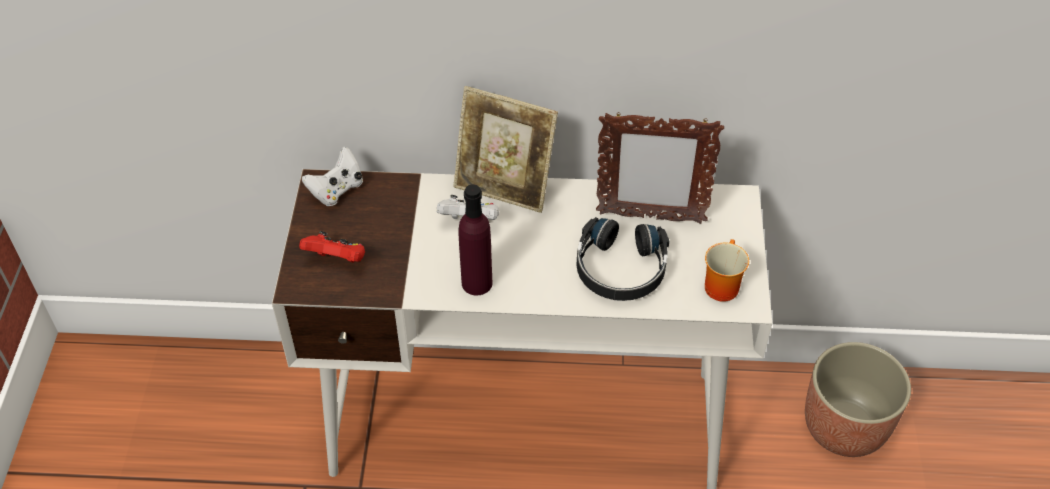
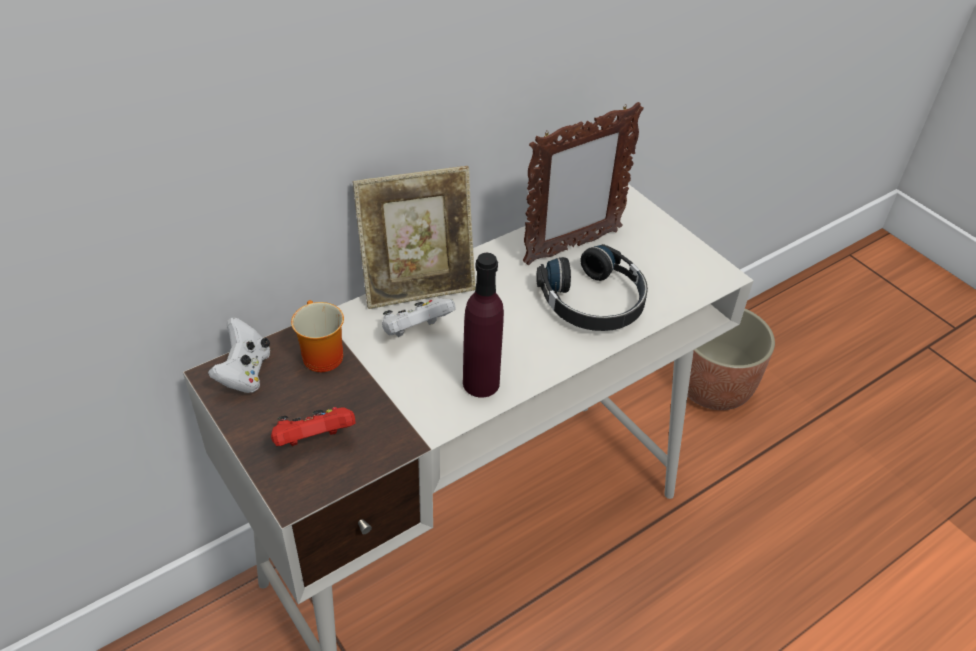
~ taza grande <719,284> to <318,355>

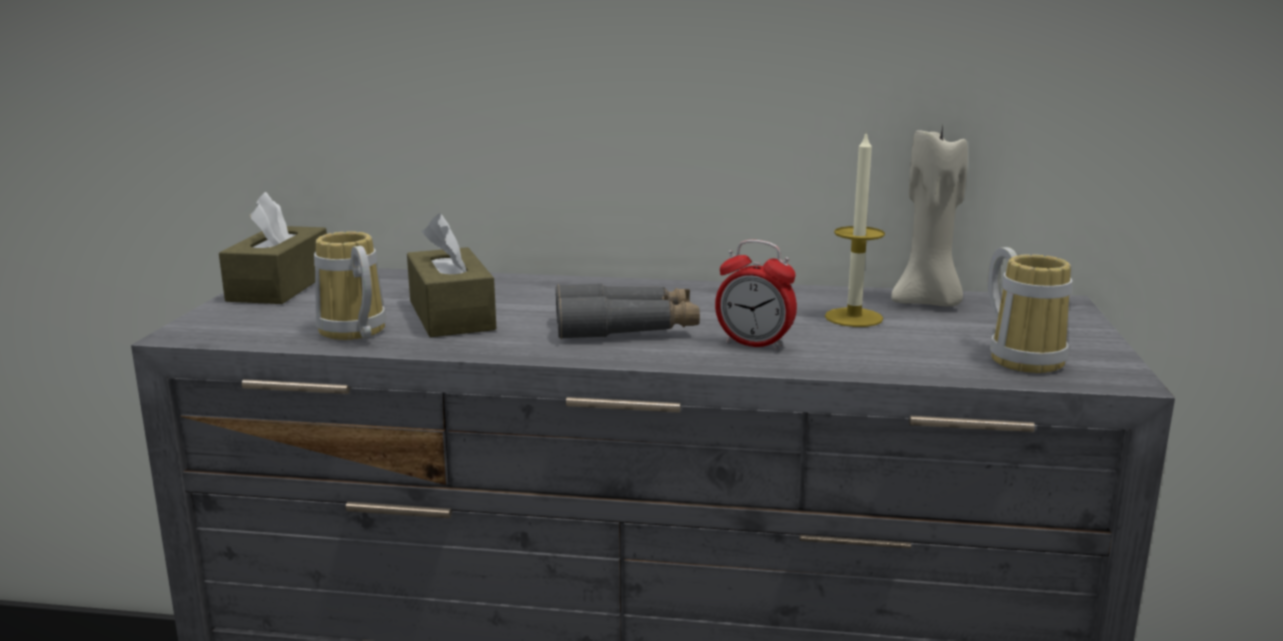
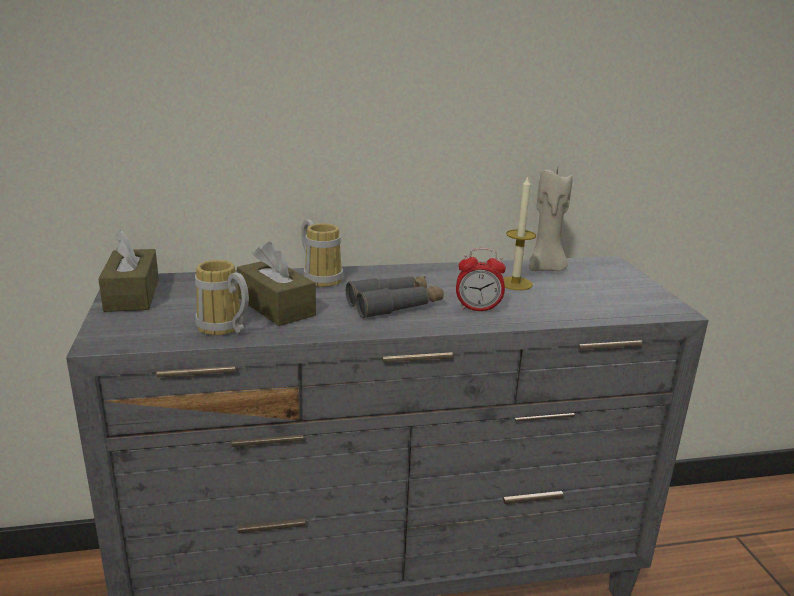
~ taza grande <1023,357> to <321,278>

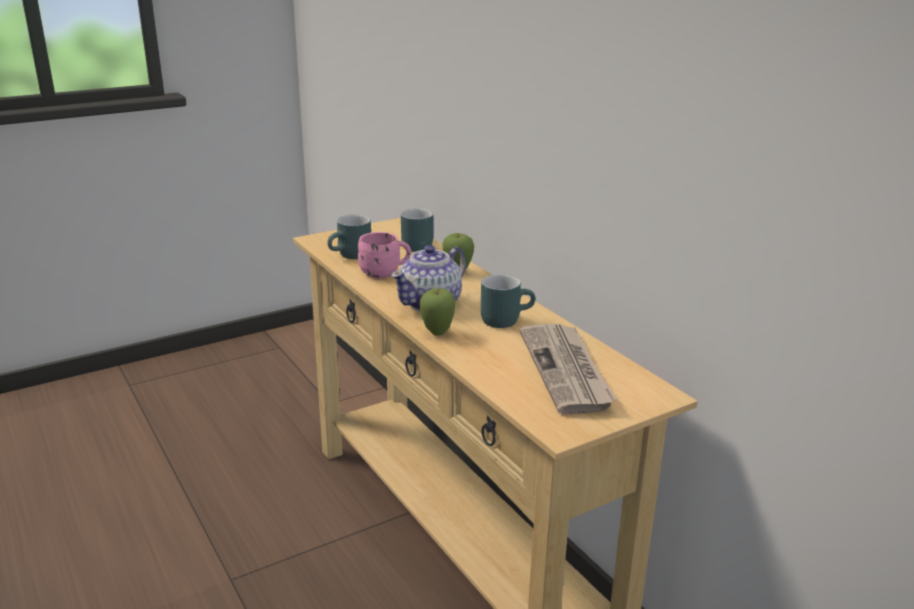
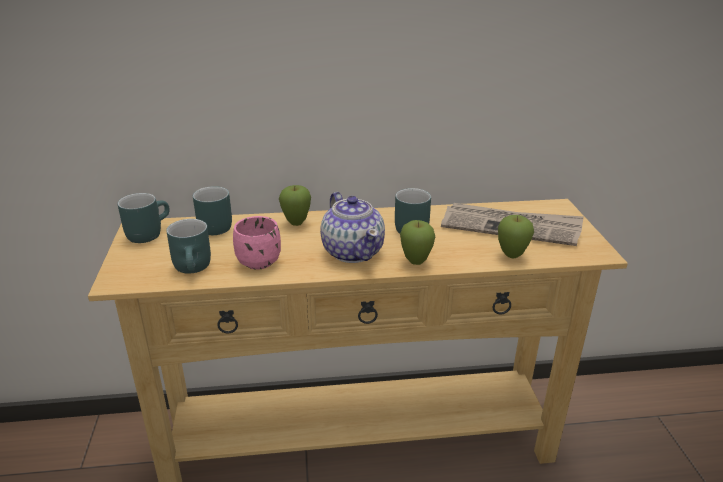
+ taza grande [turquesa] <147,232>
+ manzana <511,256>

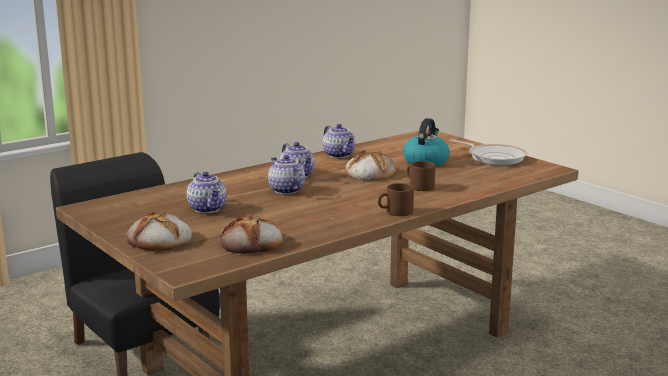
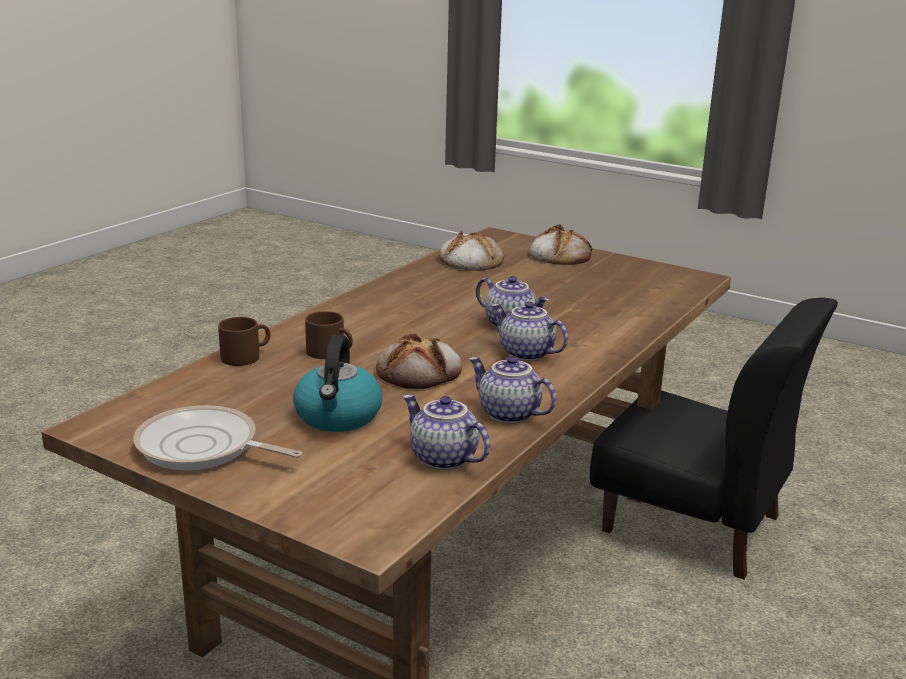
~ tetera <208,209> to <442,458>
~ taza grande [marrón] <395,212> to <246,356>

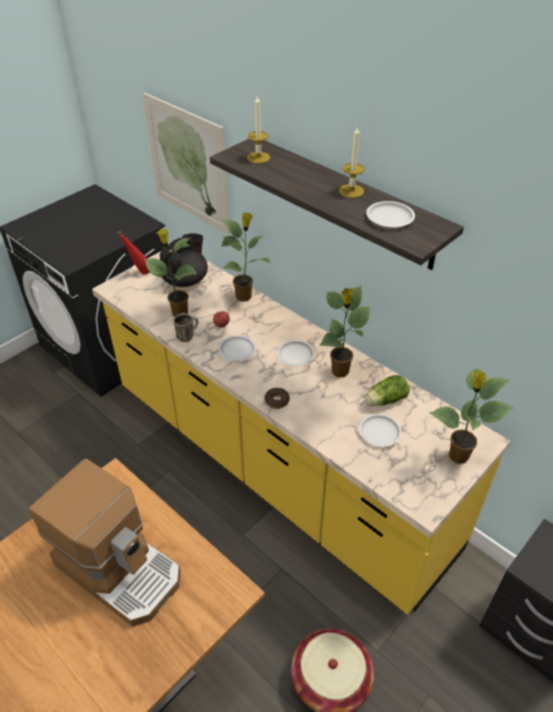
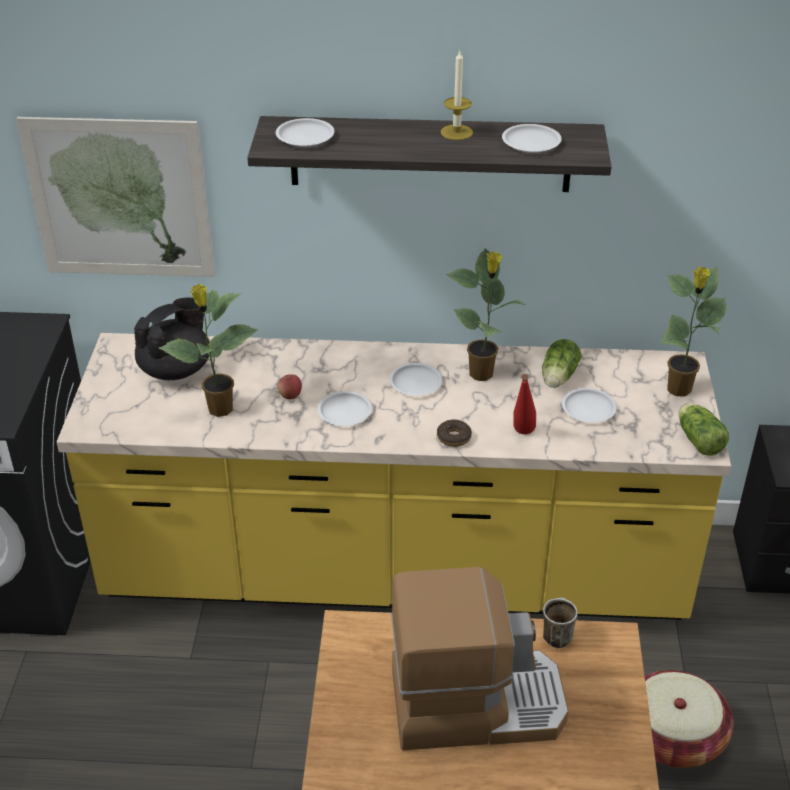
~ botella [rojo] <139,274> to <522,436>
~ tetera [negro] <185,280> = <176,369> 45 degrees clockwise
~ taza grande <187,335> to <556,634>
- planta en maceta <244,296>
~ vela <258,157> to plato [blanco] <305,136>
+ lechuga <698,439>

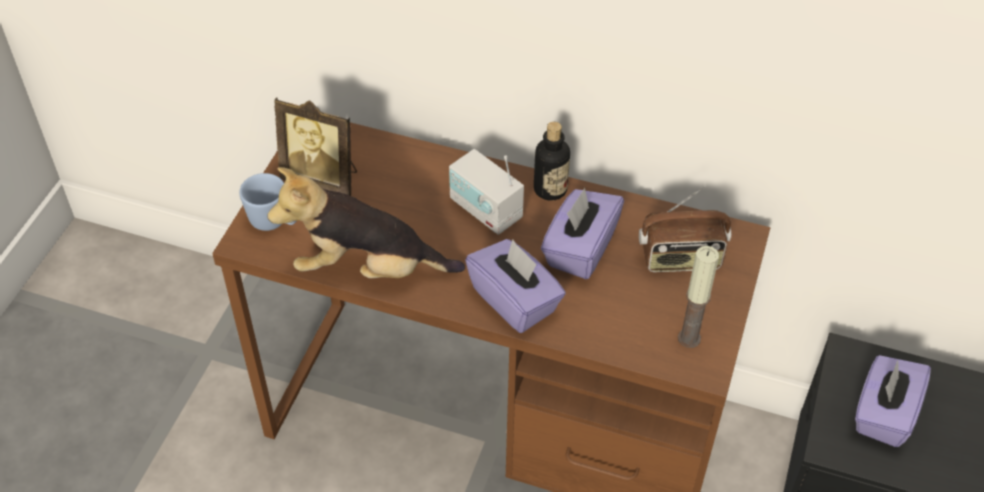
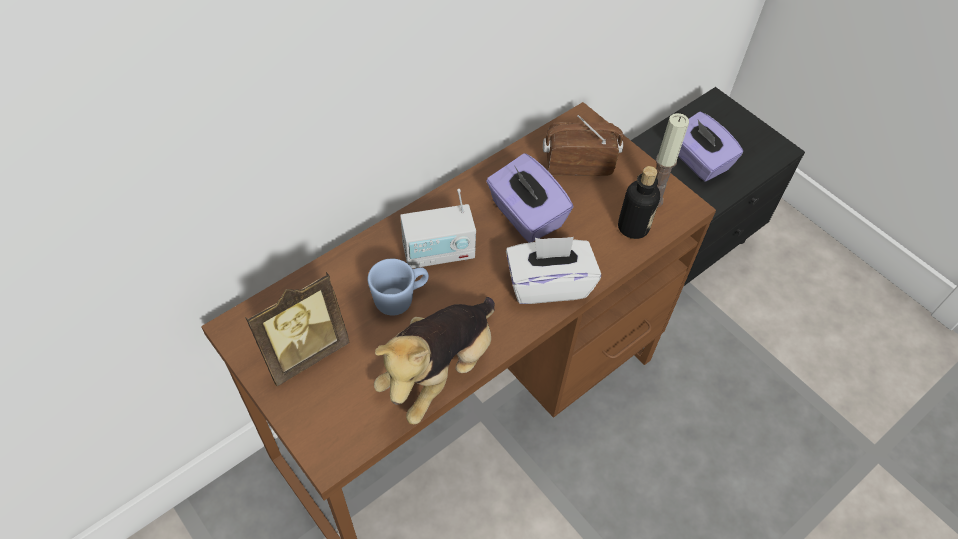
~ taza grande [azul] <274,222> to <400,299>
~ caja de pañuelos [morado] <515,301> to caja de pañuelos [blanco] <548,284>
~ botella <550,189> to <633,227>
~ radio <681,259> = <578,164> 120 degrees counterclockwise

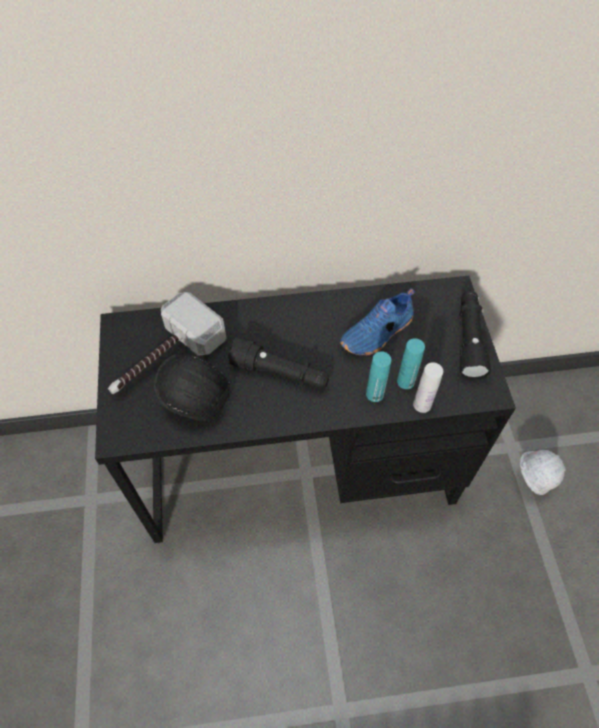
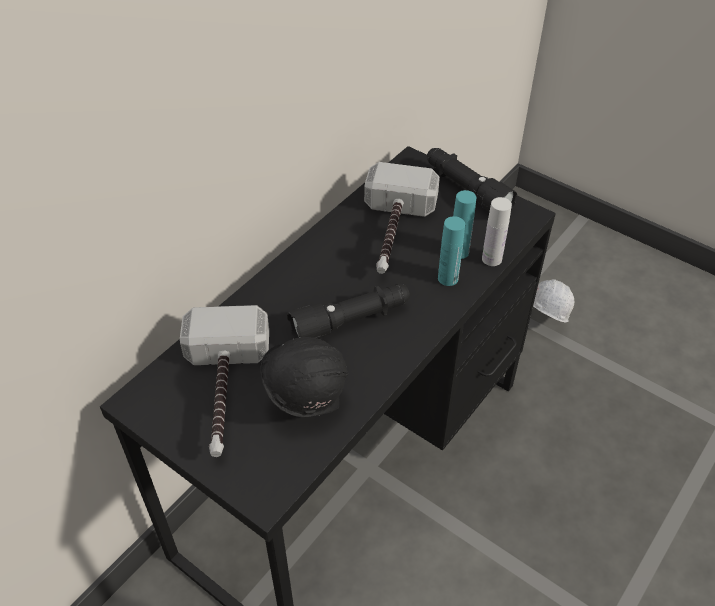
~ zapato [azul] <378,334> to martillo <393,233>

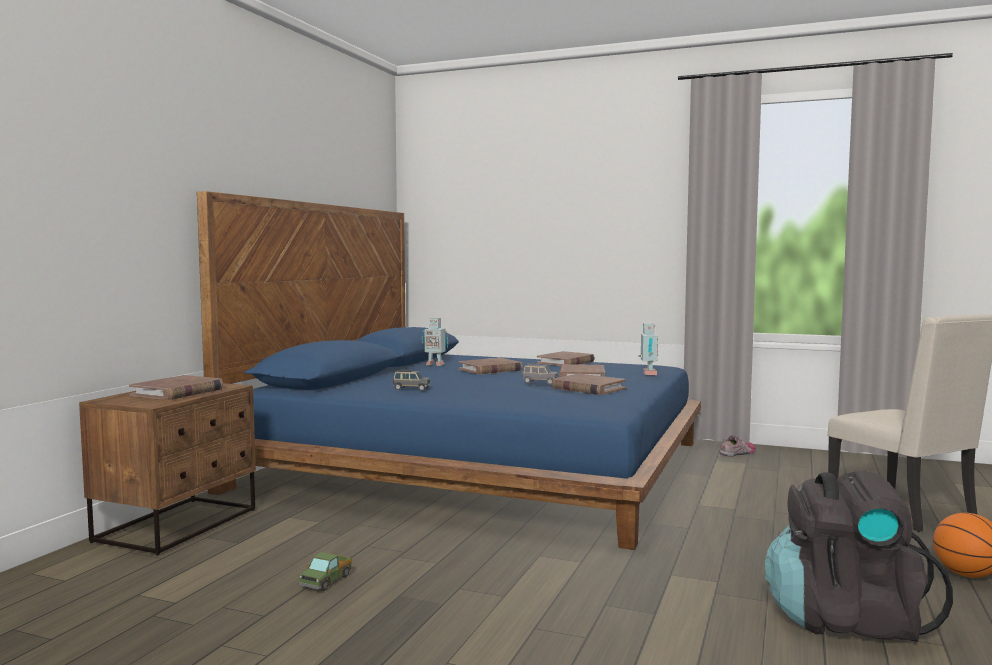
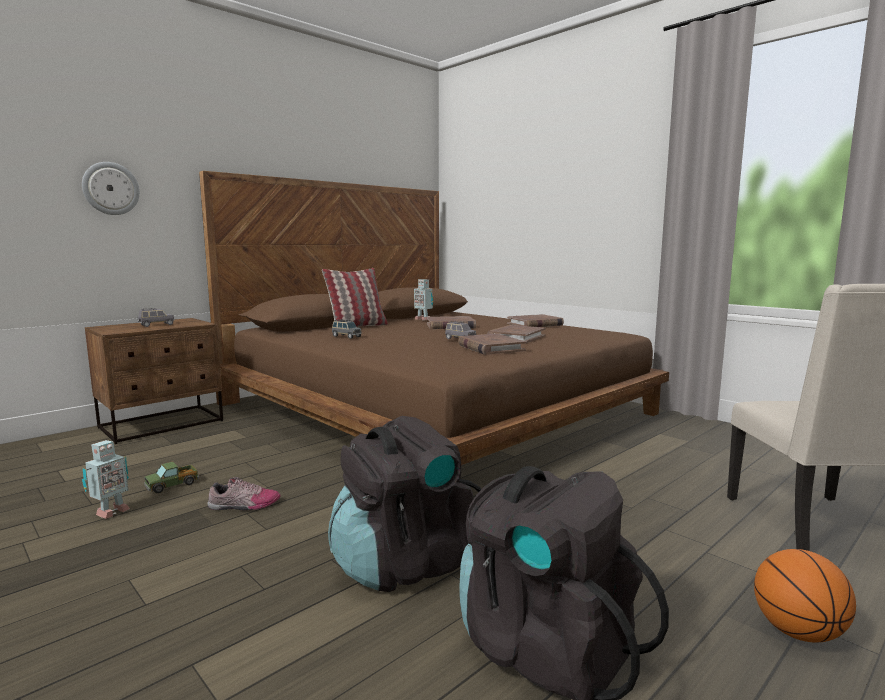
~ libro [marrón] <177,392> to coche de juguete [gris] <156,325>
~ cama [azul] <483,465> to cama [marrón] <435,408>
~ robot de juguete <648,374> to <110,512>
~ zapato <738,453> to <244,505>
+ reloj de pared <111,188>
+ cojín <357,327>
+ mochila [negro] <405,563>

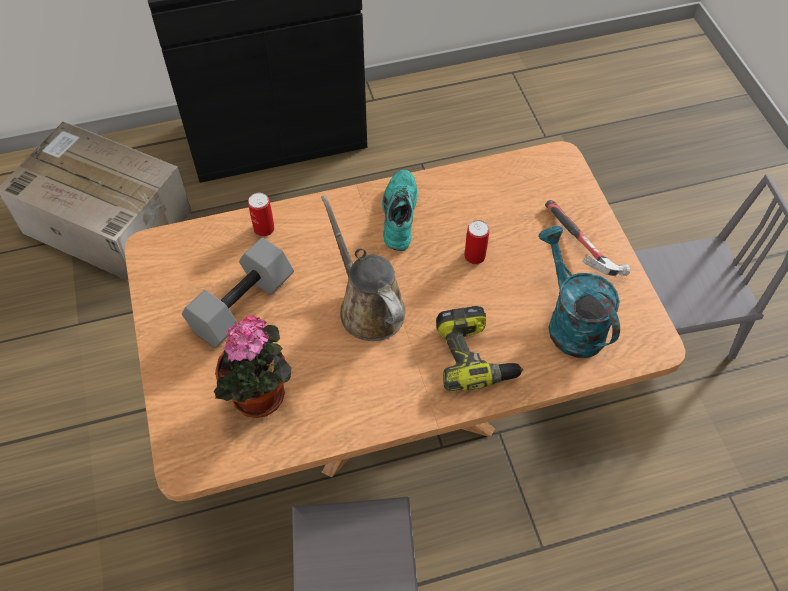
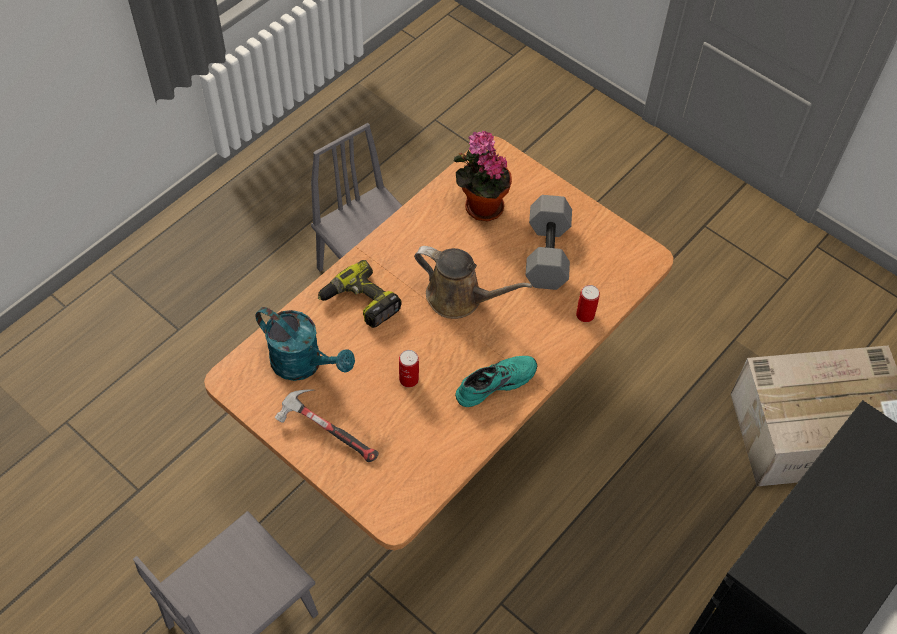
~ zapato [turquesa] <397,214> = <494,382> 90 degrees counterclockwise

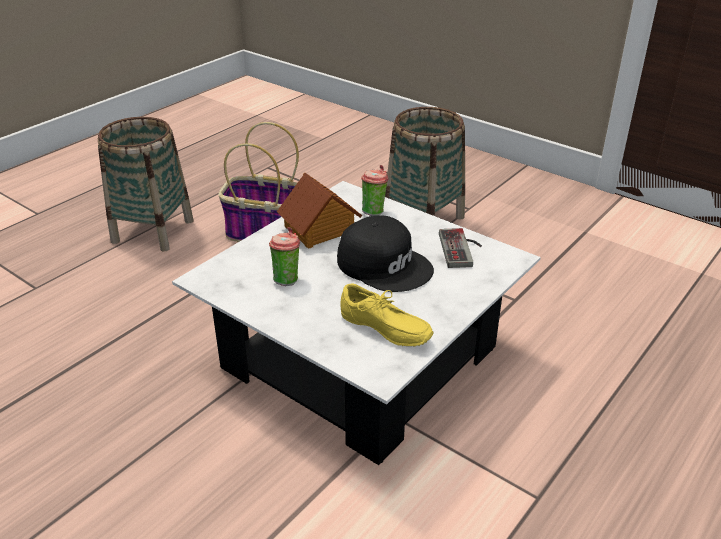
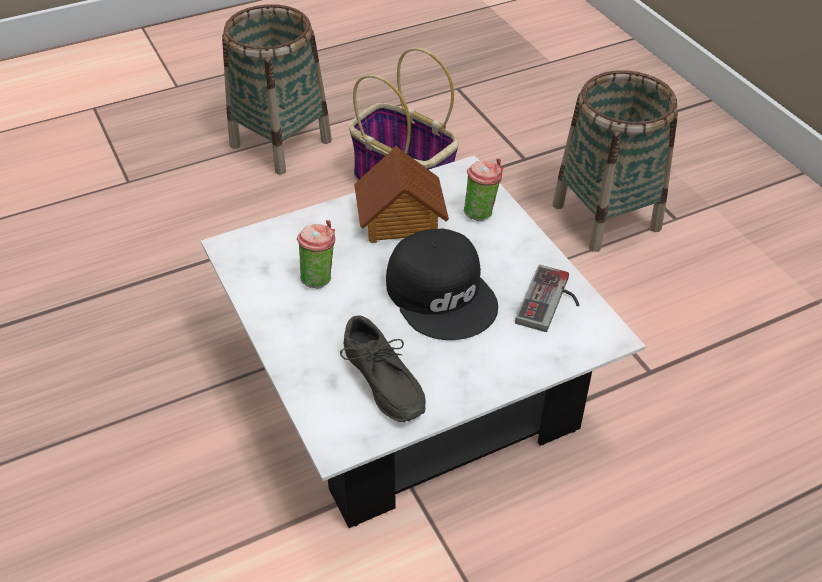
~ zapato [amarillo] <383,330> to zapato [gris] <380,384>

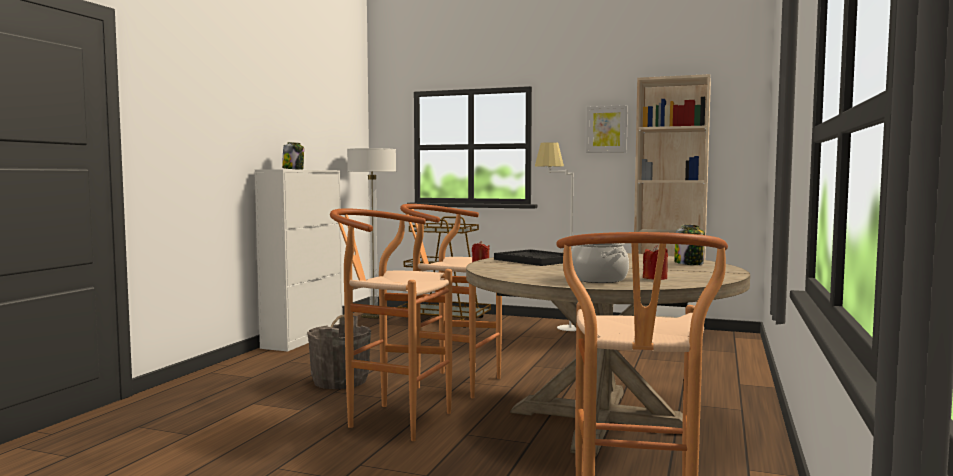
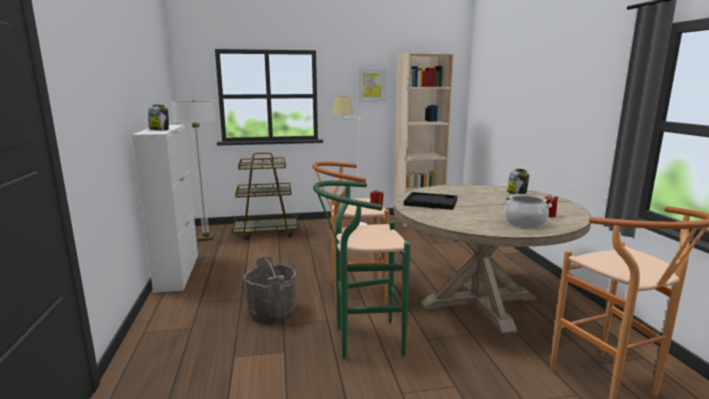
~ taburete [marrón] <390,419> to taburete [verde] <361,340>

